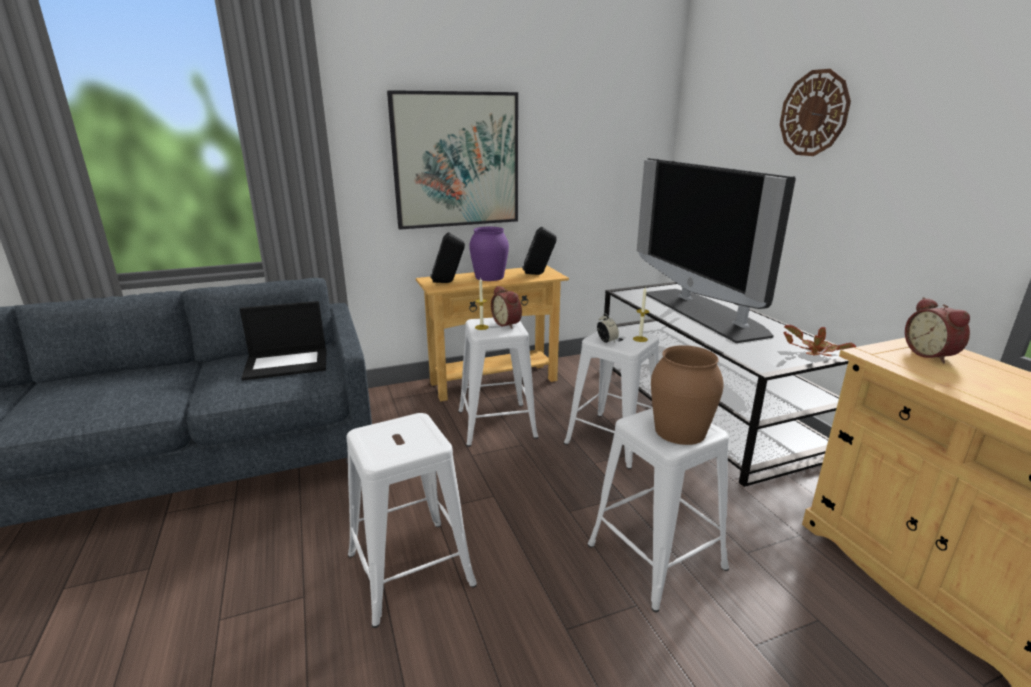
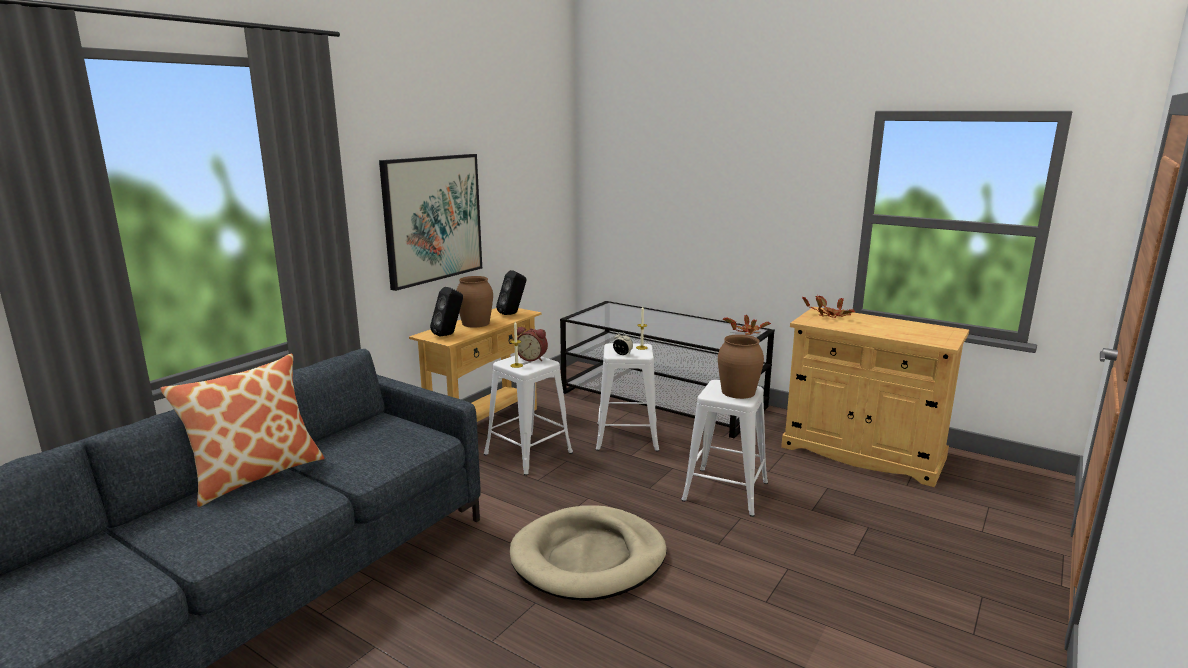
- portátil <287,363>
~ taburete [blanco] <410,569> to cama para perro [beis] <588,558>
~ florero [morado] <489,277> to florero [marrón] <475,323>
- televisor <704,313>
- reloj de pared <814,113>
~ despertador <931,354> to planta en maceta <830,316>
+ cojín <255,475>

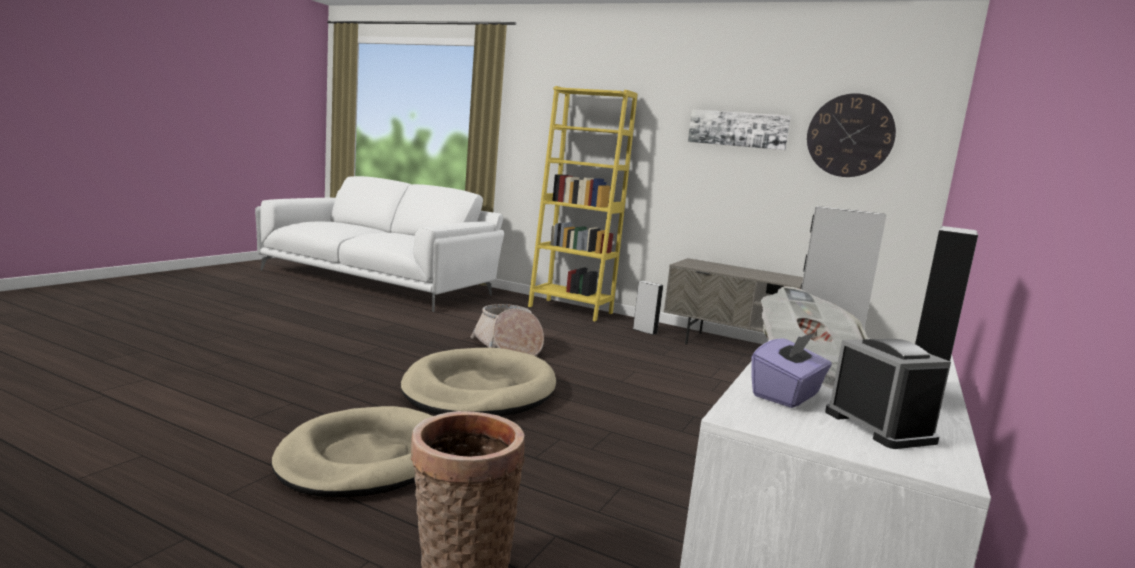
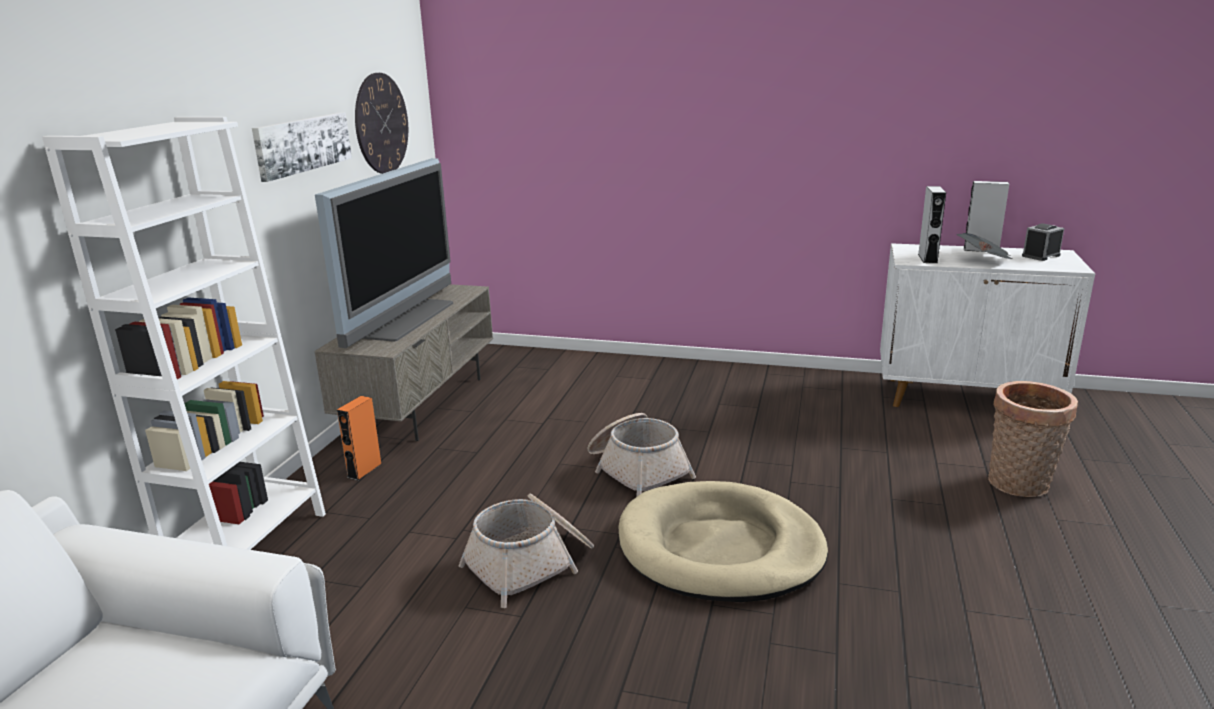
- cama para perro [beis] <365,458>
~ estantería [amarillo] <570,310> to estantería [blanco] <249,547>
~ altavoz [gris] <644,331> to altavoz [naranja] <364,470>
- caja de pañuelos [morado] <787,395>
+ televisor <404,319>
+ cesta <637,470>

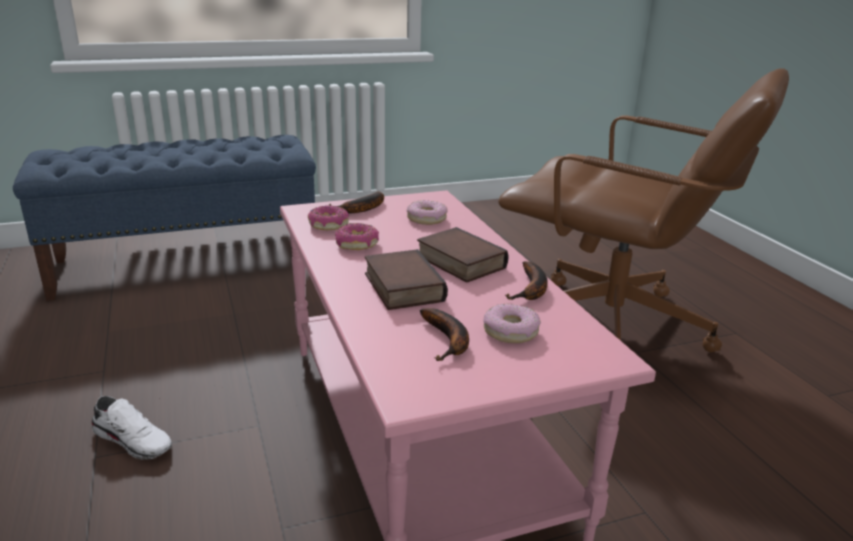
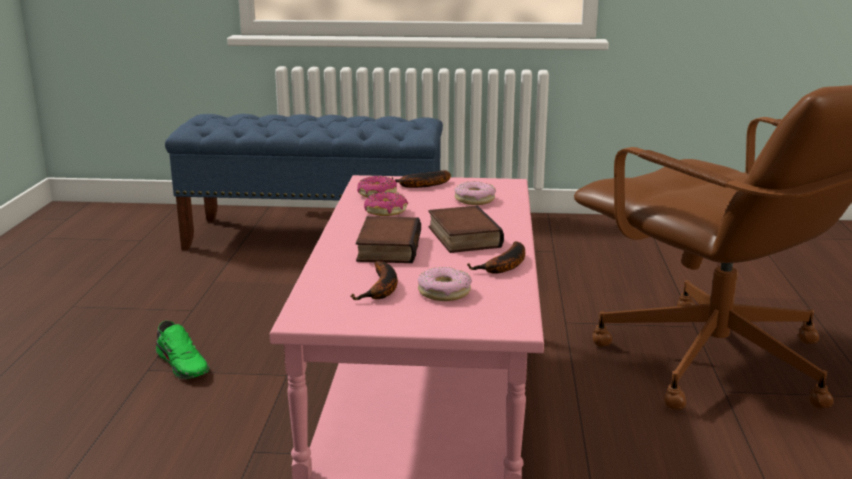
~ zapato [blanco] <134,440> to zapato [verde] <184,364>

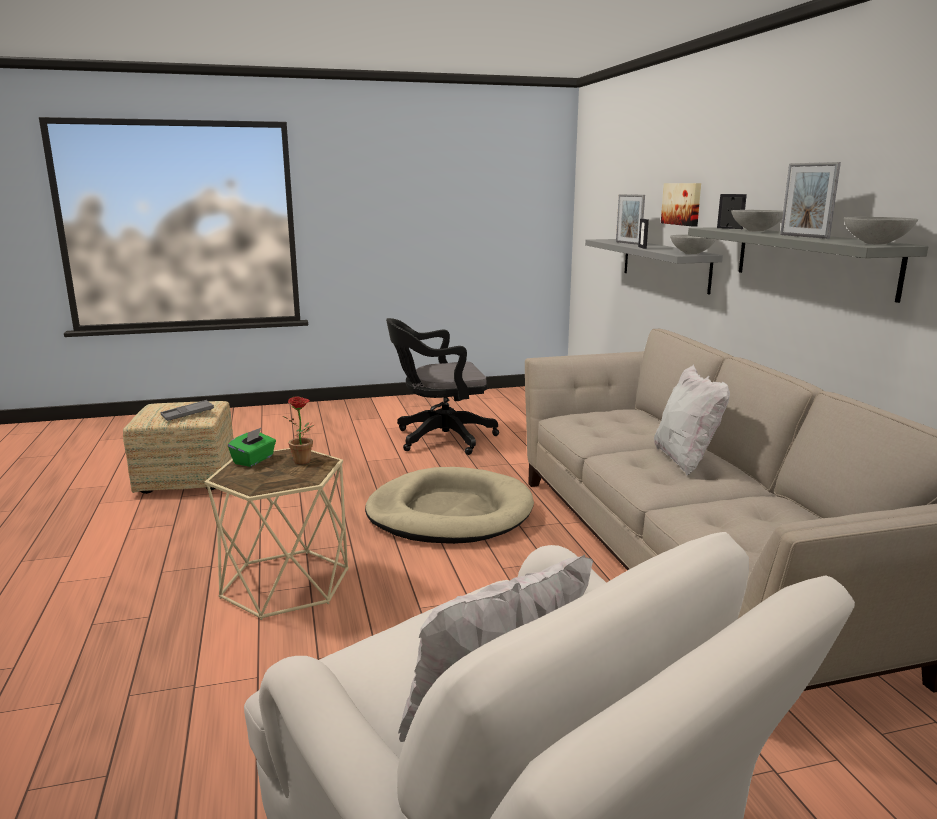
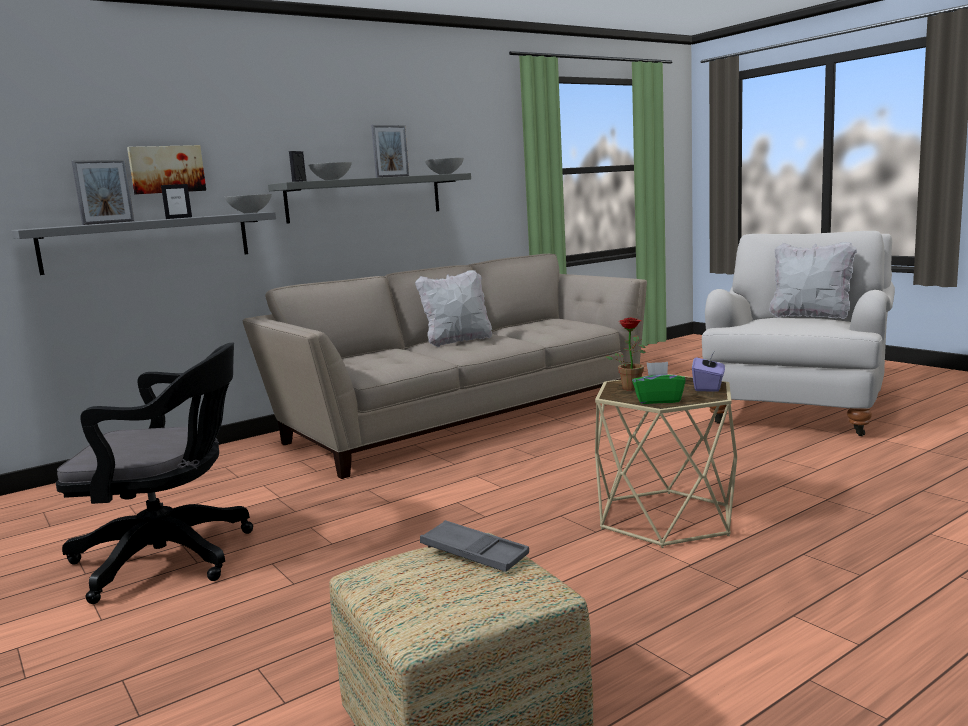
- cama para perro [beis] <449,513>
~ silla de oficina [negro] <439,439> = <172,558> 60 degrees counterclockwise
+ caja de pañuelos [morado] <708,387>

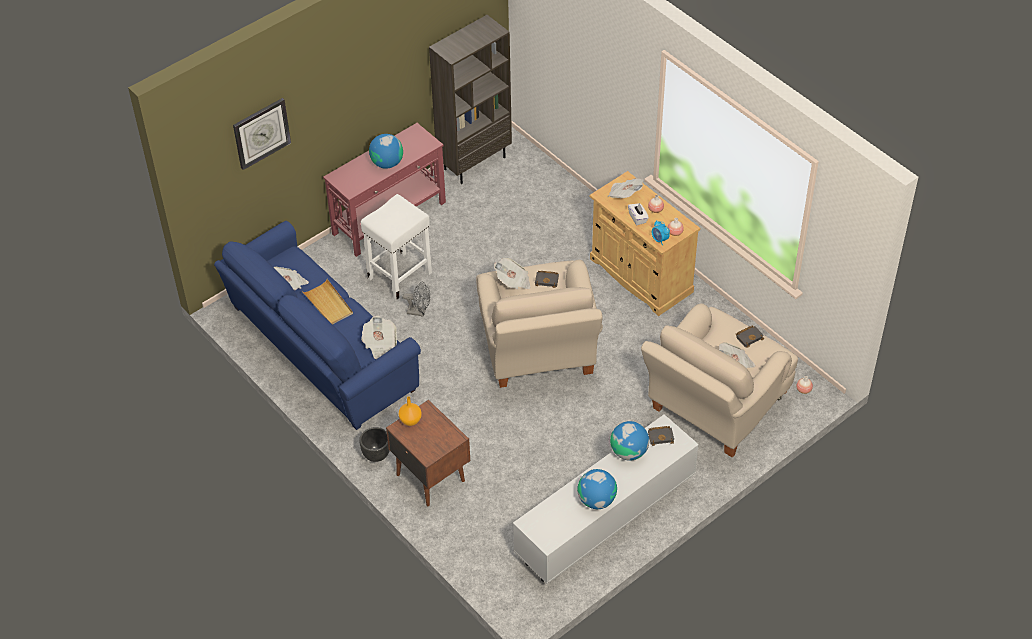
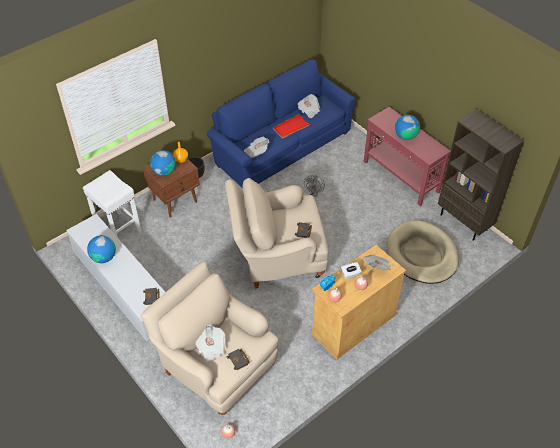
- reloj de pared <261,133>
~ bandeja [beis] <328,304> to bandeja [rojo] <291,127>
~ taburete [blanco] <400,275> to <119,229>
- periódico <513,281>
~ globo terráqueo <629,452> to <164,171>
+ cama para perro [beis] <422,254>

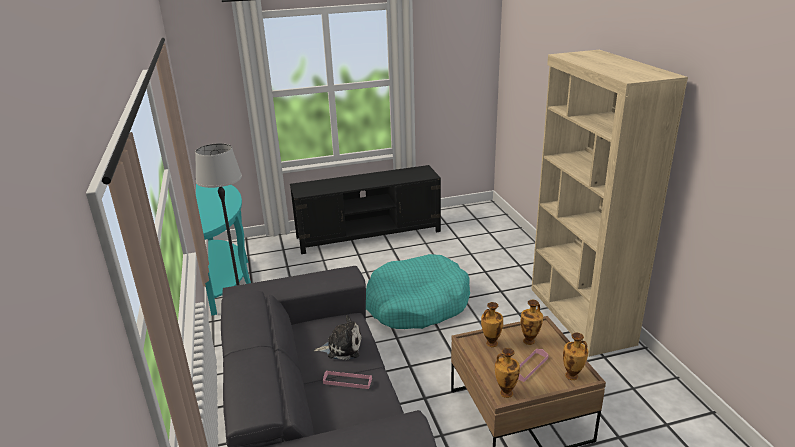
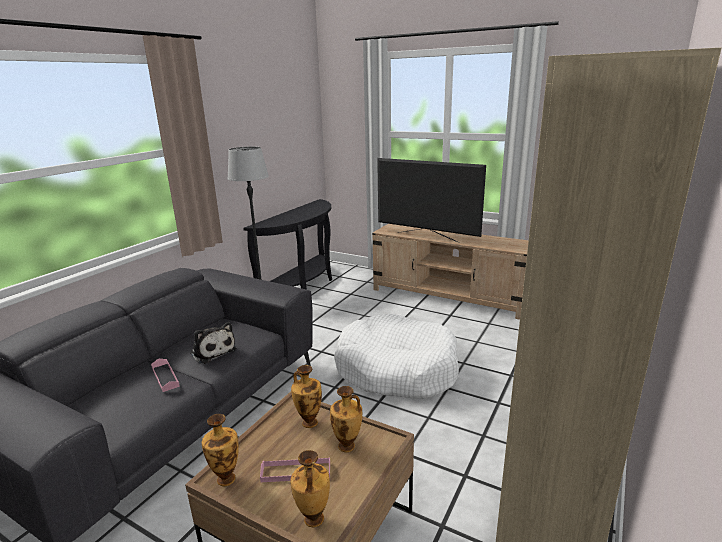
~ mesa consola [turquesa] <229,278> to mesa consola [negro] <304,286>
~ mueble de televisión [negro] <369,234> to mueble de televisión [beis] <448,296>
~ cama para perro [turquesa] <417,304> to cama para perro [blanco] <396,369>
+ televisor <426,237>

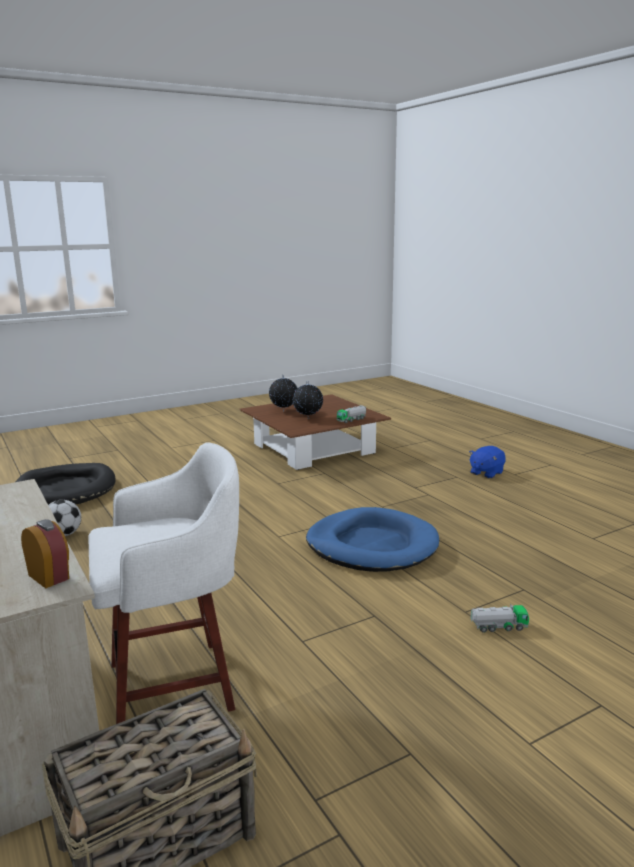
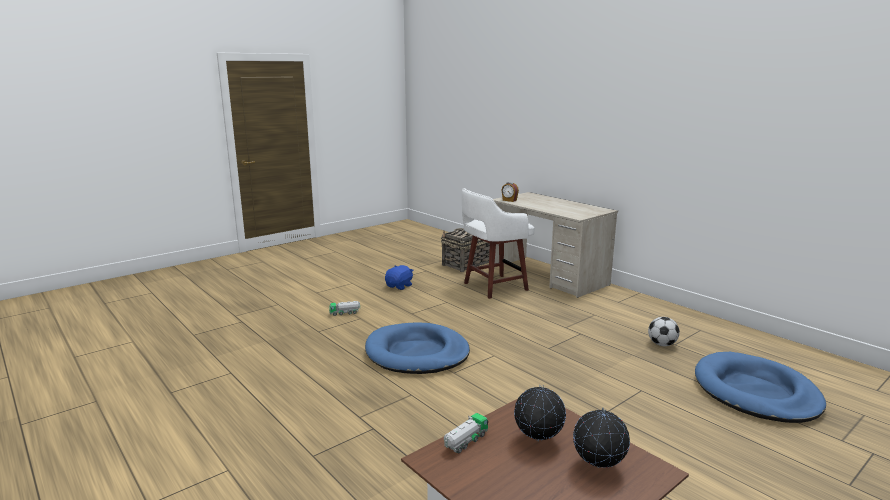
~ cama para perro [negro] <66,489> to cama para perro [azul] <755,392>
~ peluche [azul] <486,473> to <399,286>

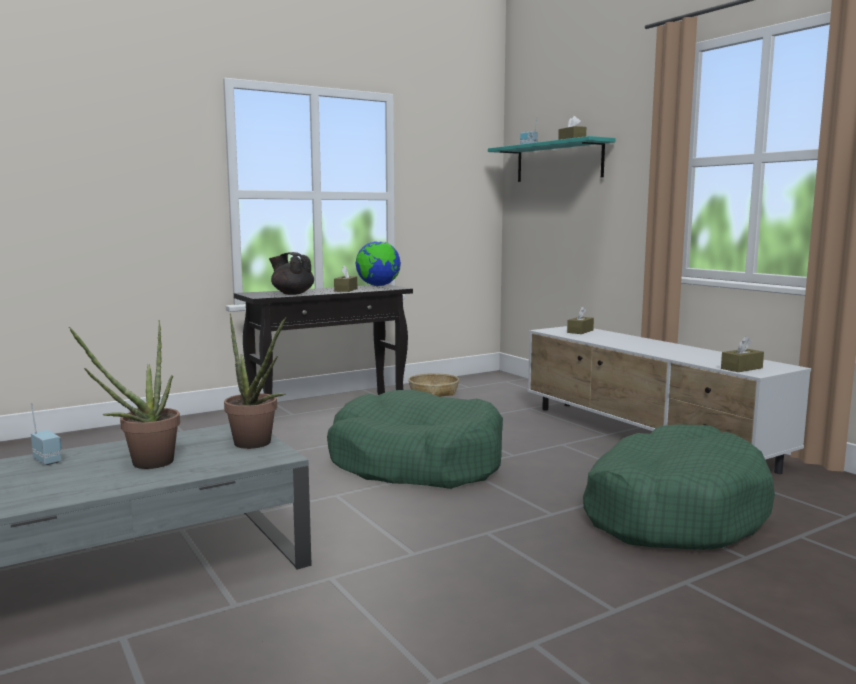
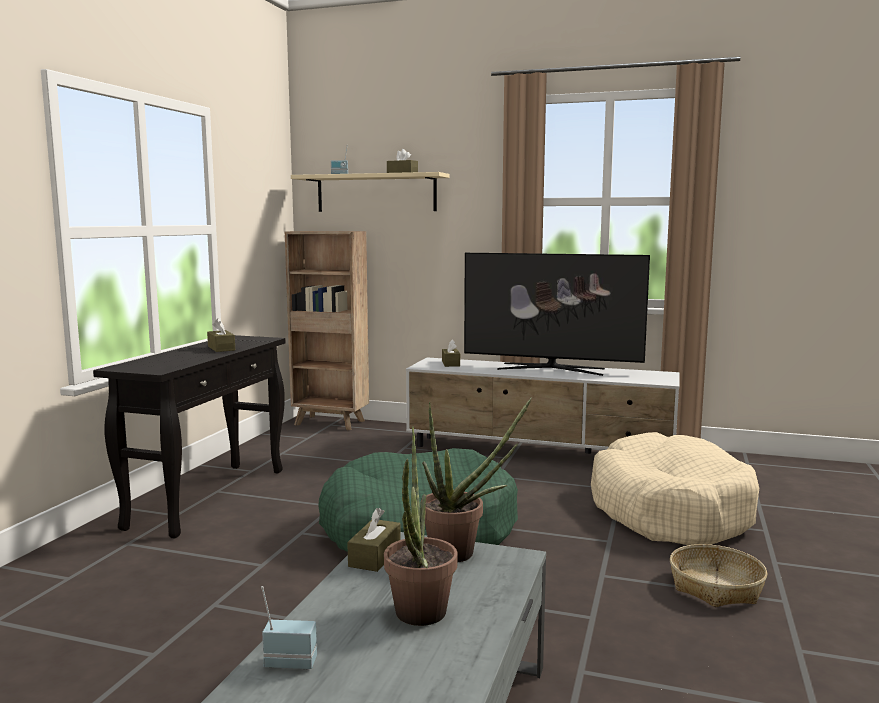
- tetera [negro] <292,293>
- globo terráqueo <378,286>
~ cesta <433,392> to <715,587>
~ estante [turquesa] <558,162> to estante [beis] <376,193>
~ cama para perro [verde] <671,511> to cama para perro [beis] <669,510>
~ caja de pañuelos [marrón] <741,368> to <375,556>
+ estantería [marrón] <331,423>
+ televisor <551,369>

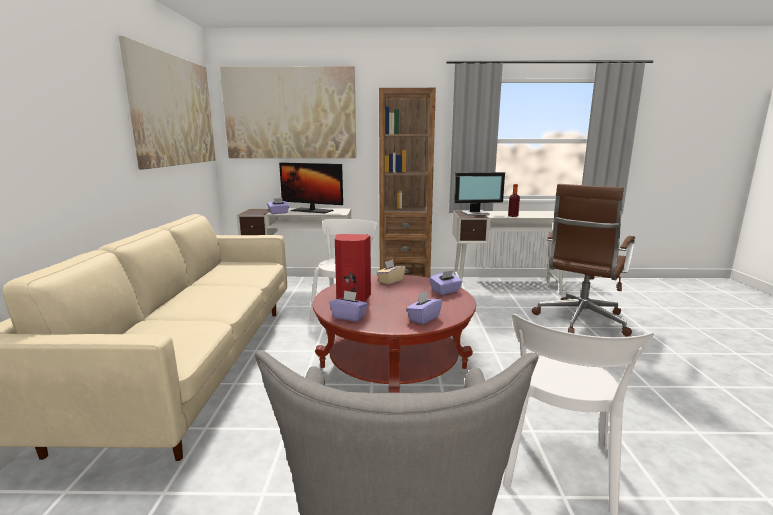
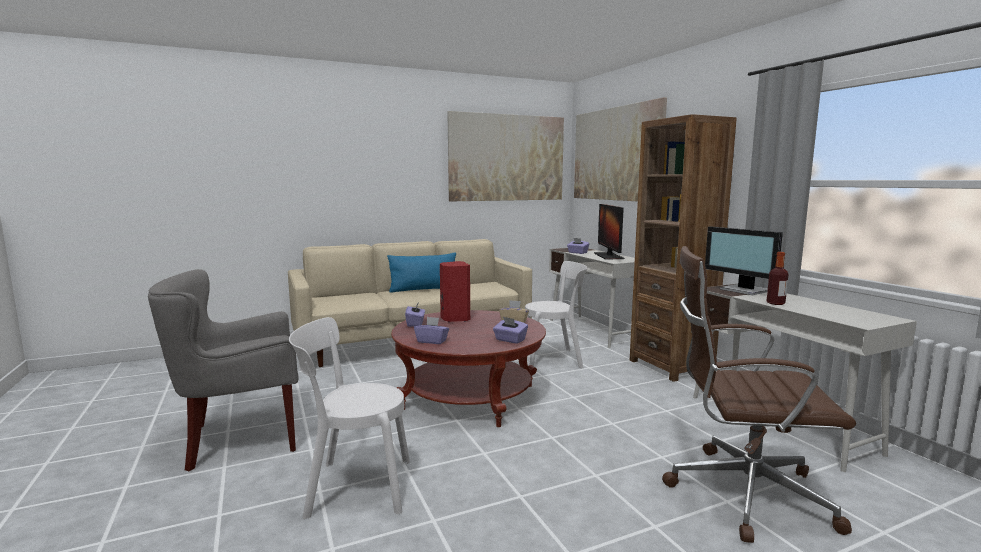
+ cojín [azul] <424,289>

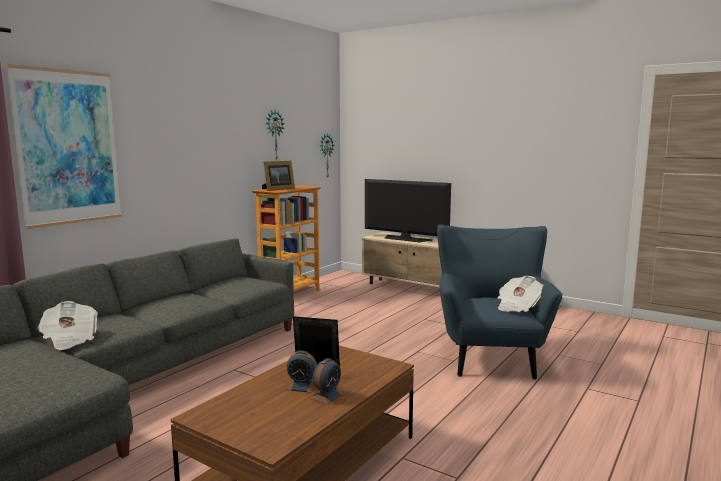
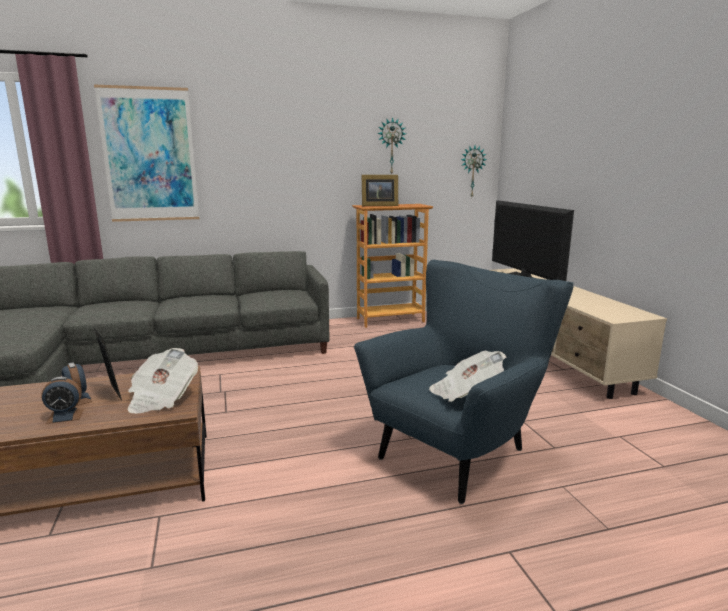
~ periódico <70,339> to <162,398>

